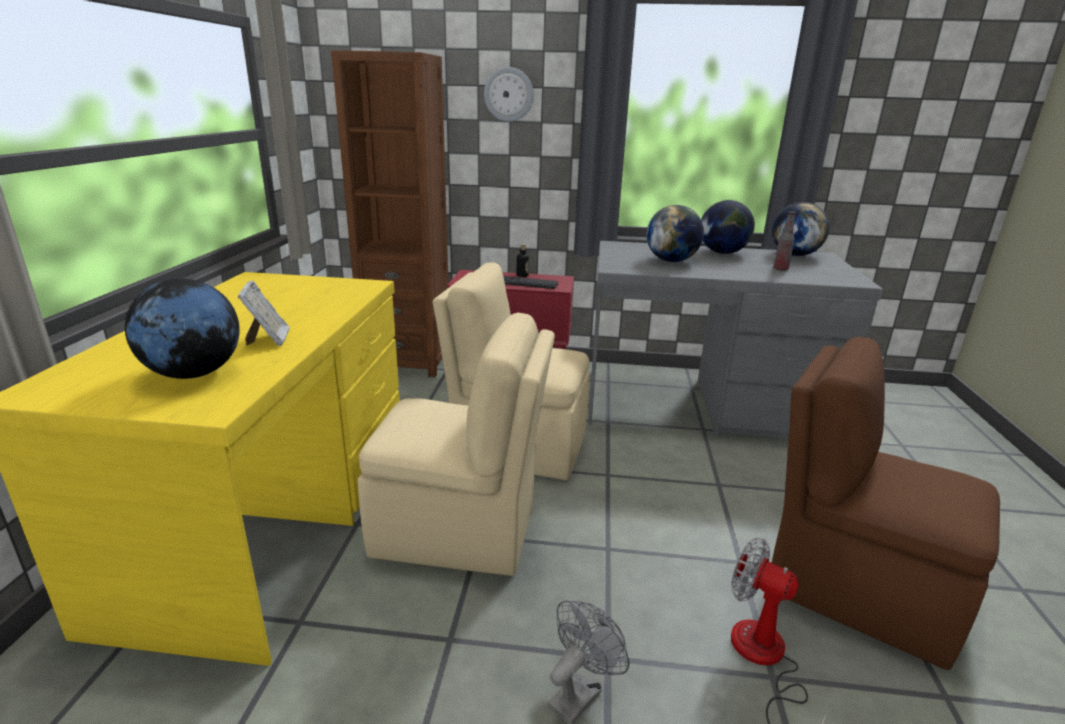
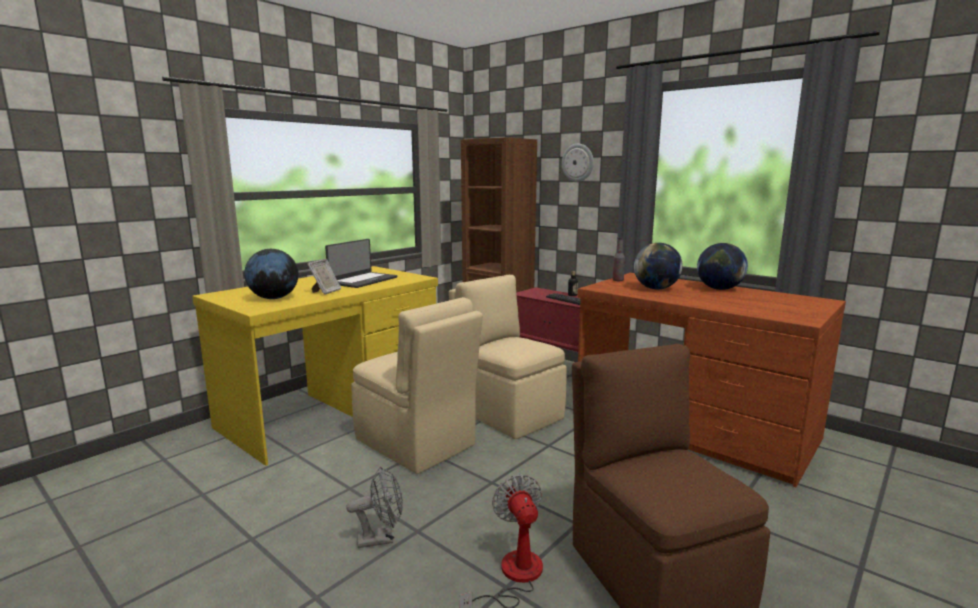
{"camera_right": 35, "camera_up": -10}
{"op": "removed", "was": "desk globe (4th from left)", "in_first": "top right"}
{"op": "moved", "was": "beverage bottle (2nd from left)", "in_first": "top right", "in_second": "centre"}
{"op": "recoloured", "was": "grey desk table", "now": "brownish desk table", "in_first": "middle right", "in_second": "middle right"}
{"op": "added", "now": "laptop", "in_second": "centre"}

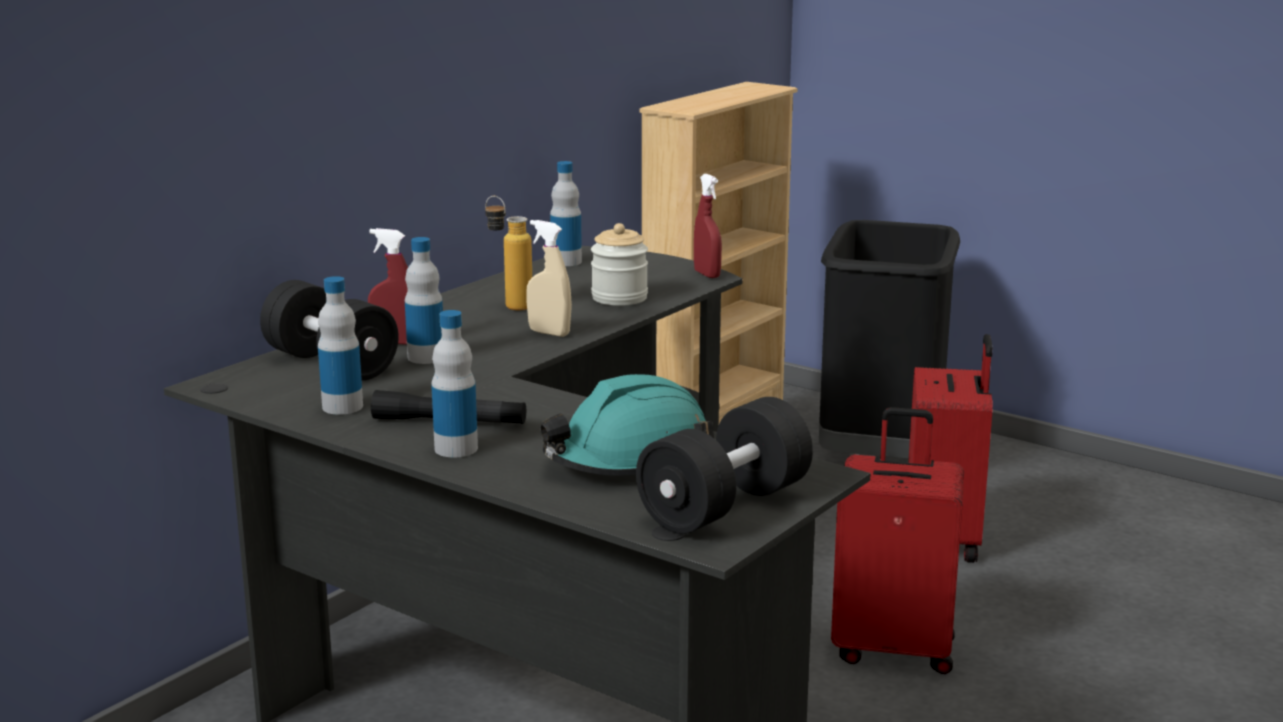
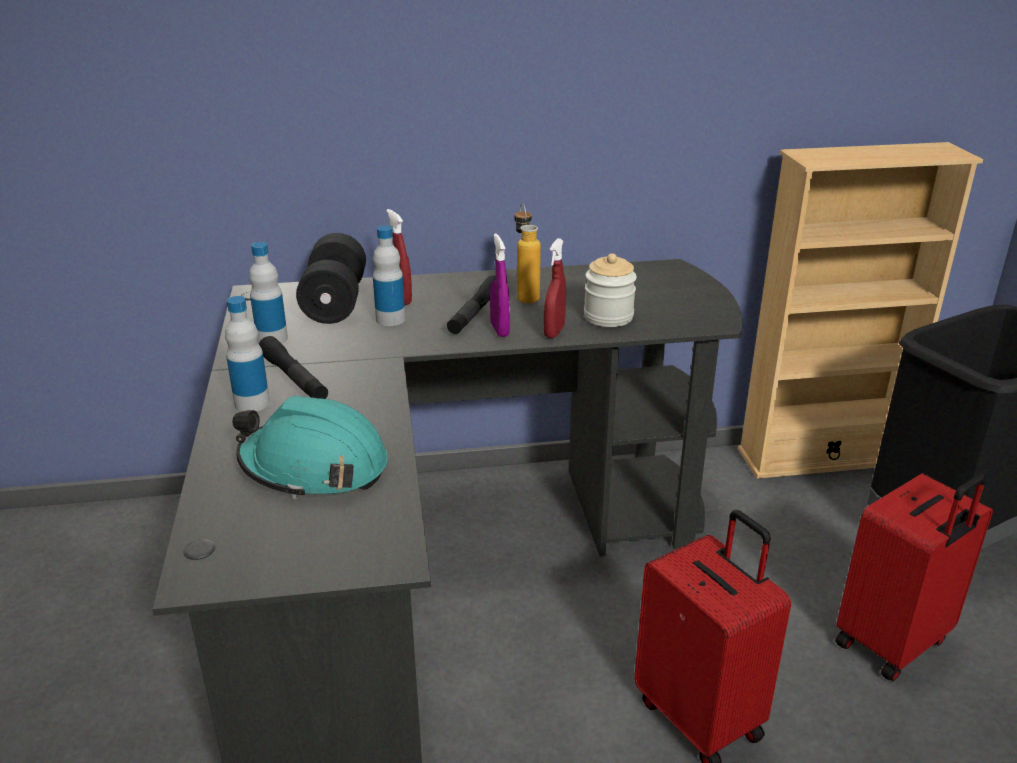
{"camera_right": 45, "camera_up": 10}
{"op": "removed", "was": "beverage bottle (5th from left)", "in_first": "top centre"}
{"op": "moved", "was": "red-coloured hand sprayer (2nd from left)", "in_first": "top centre", "in_second": "centre"}
{"op": "recoloured", "was": "beige hand sprayer", "now": "purplish hand sprayer", "in_first": "centre", "in_second": "centre"}
{"op": "removed", "was": "black-coloured dumbbell (2nd from left)", "in_first": "centre"}
{"op": "added", "now": "black-coloured flashlight (2nd from left)", "in_second": "centre"}

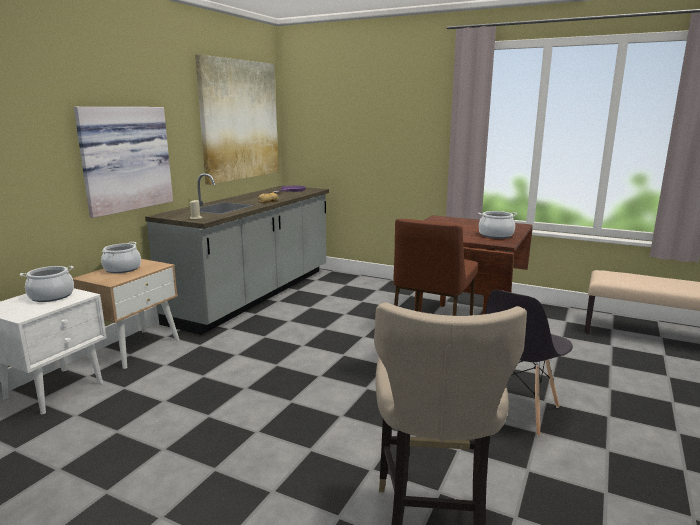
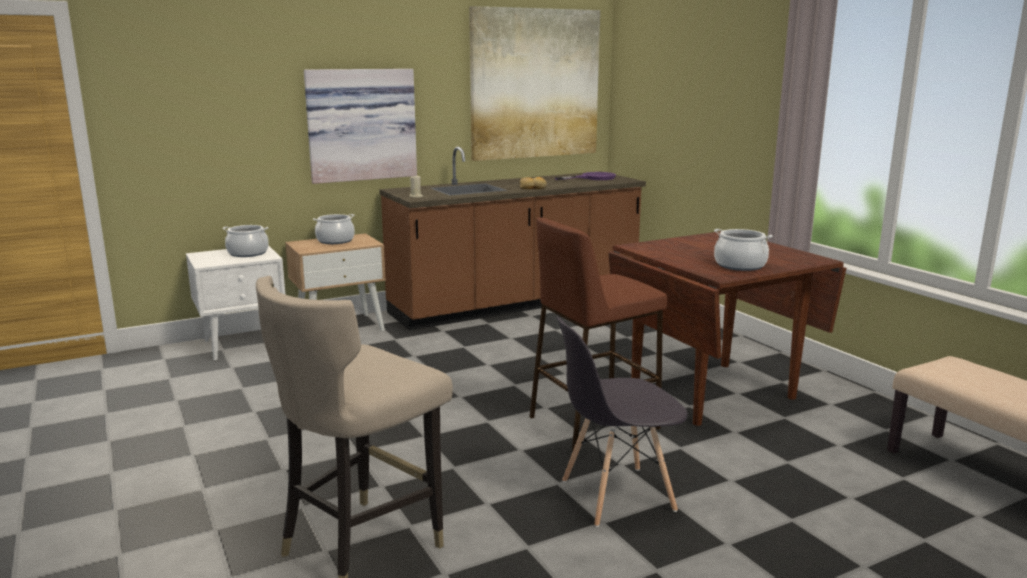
{"camera_right": 35, "camera_up": 0}
{"op": "recoloured", "was": "grey kitchen base unit", "now": "brownish kitchen base unit", "in_first": "centre", "in_second": "centre"}

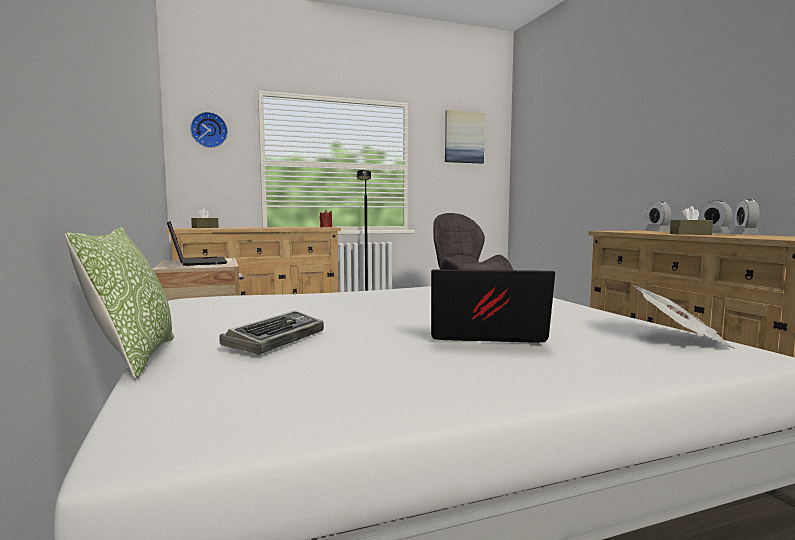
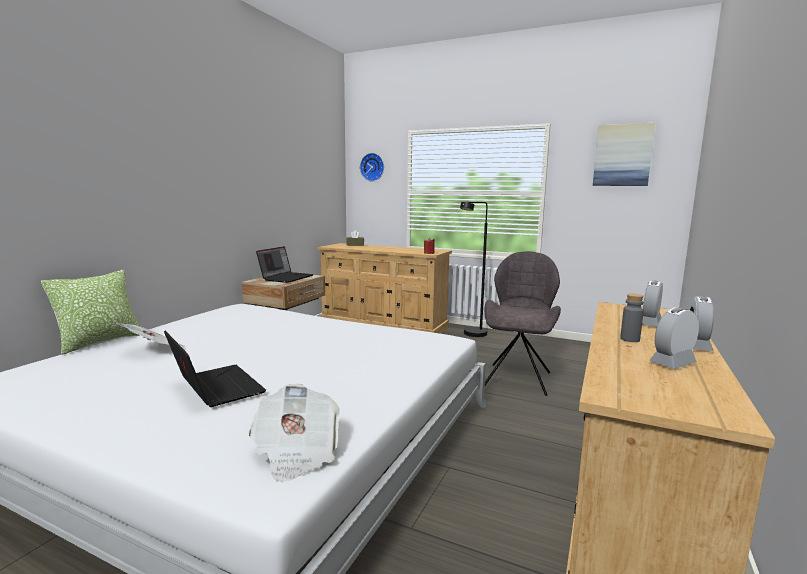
{"camera_right": 45, "camera_up": 5}
{"op": "replaced", "was": "brownish tissue holder (2nd from left)", "now": "grey beverage bottle", "in_first": "middle right", "in_second": "middle right"}
{"op": "replaced", "was": "keyboard", "now": "newspaper (1st from left)", "in_first": "centre", "in_second": "middle left"}

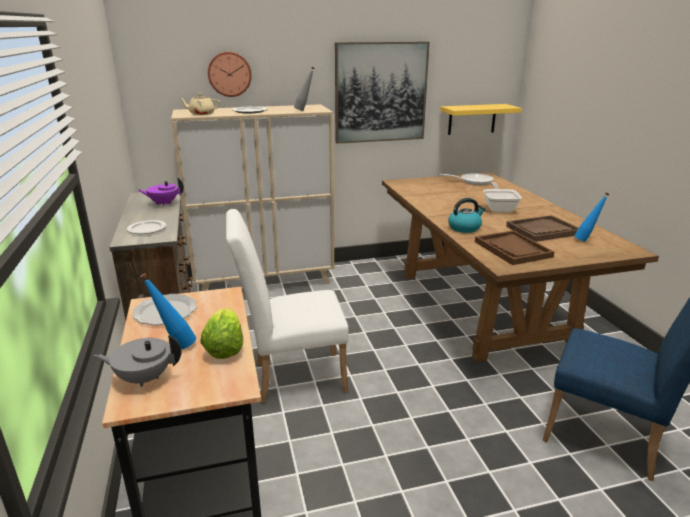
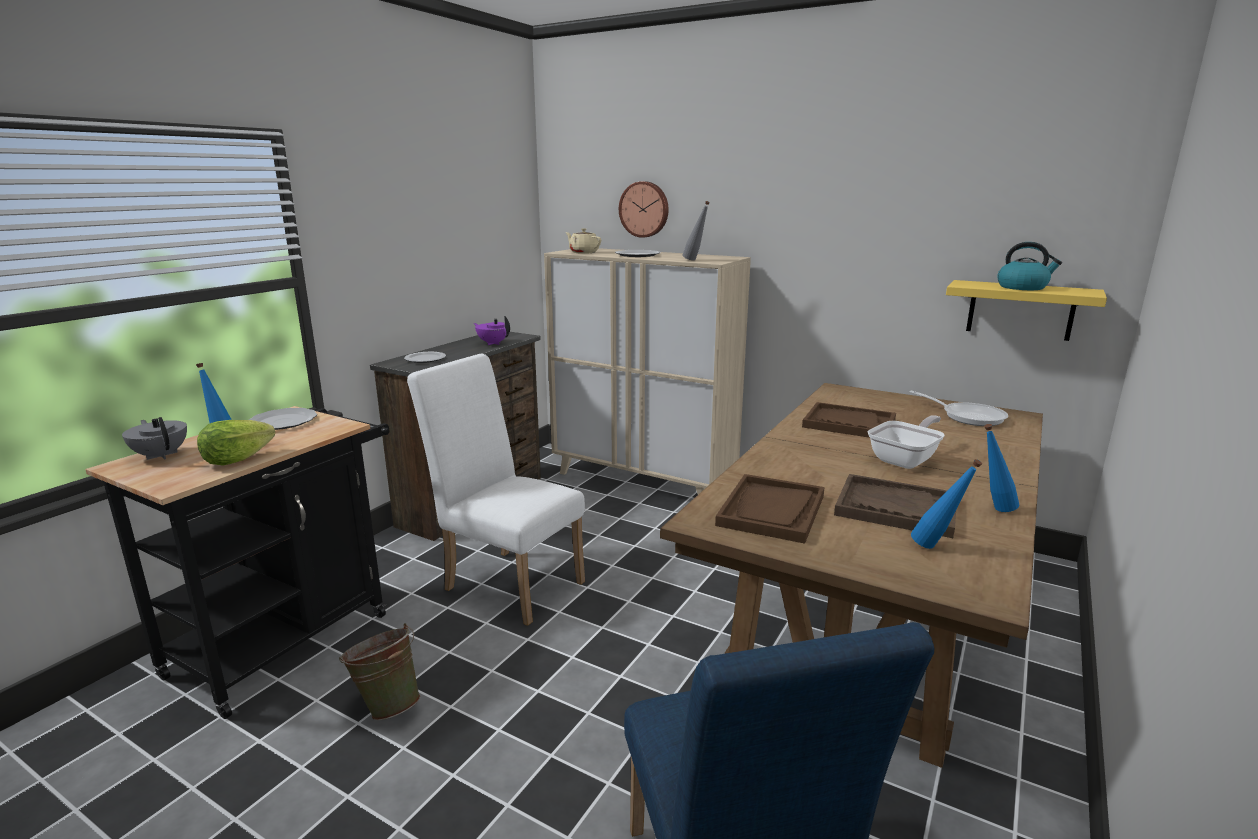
{"camera_right": 45, "camera_up": -5}
{"op": "removed", "was": "wall art", "in_first": "top centre"}
{"op": "moved", "was": "tea kettle", "in_first": "middle right", "in_second": "top right"}
{"op": "added", "now": "brownish carrying tray (2nd from left)", "in_second": "middle right"}
{"op": "added", "now": "blue-coloured beverage bottle (3rd from left)", "in_second": "middle right"}
{"op": "added", "now": "green pail", "in_second": "bottom left"}

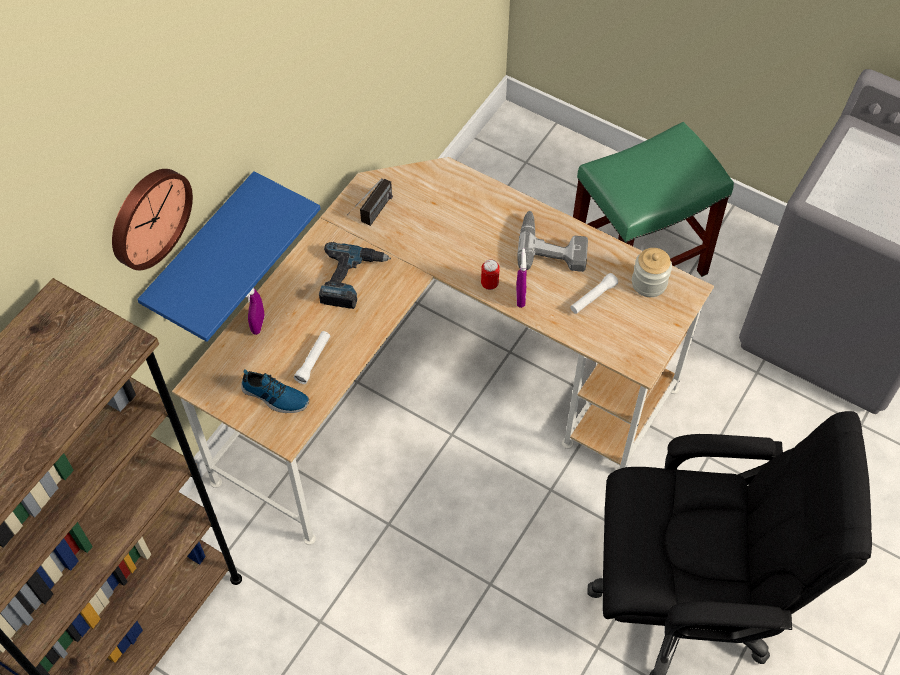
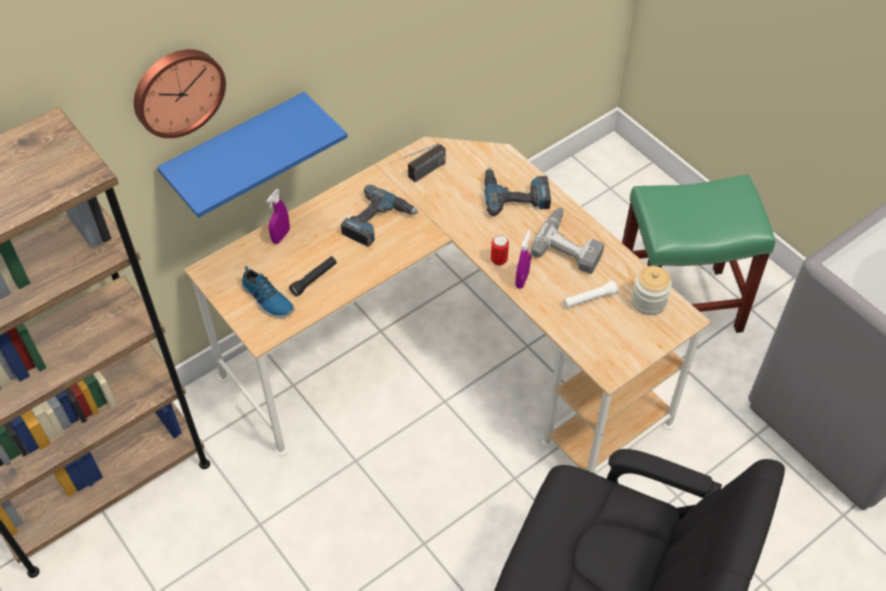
{"camera_right": 20, "camera_up": -5}
{"op": "recoloured", "was": "white-coloured flashlight (1st from left)", "now": "black-coloured flashlight", "in_first": "centre", "in_second": "centre"}
{"op": "added", "now": "power drill (2nd from left)", "in_second": "top centre"}

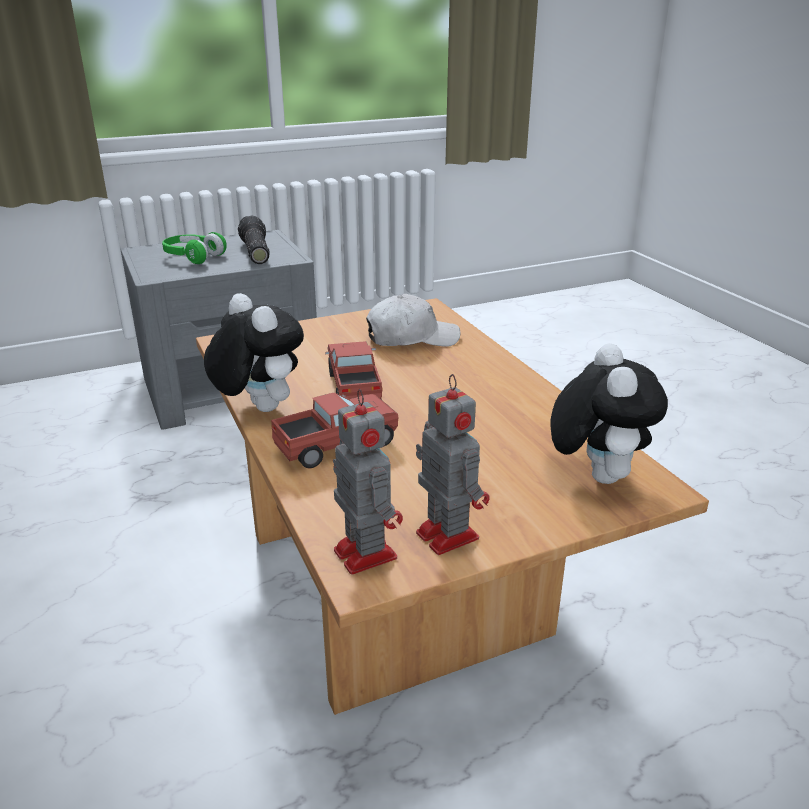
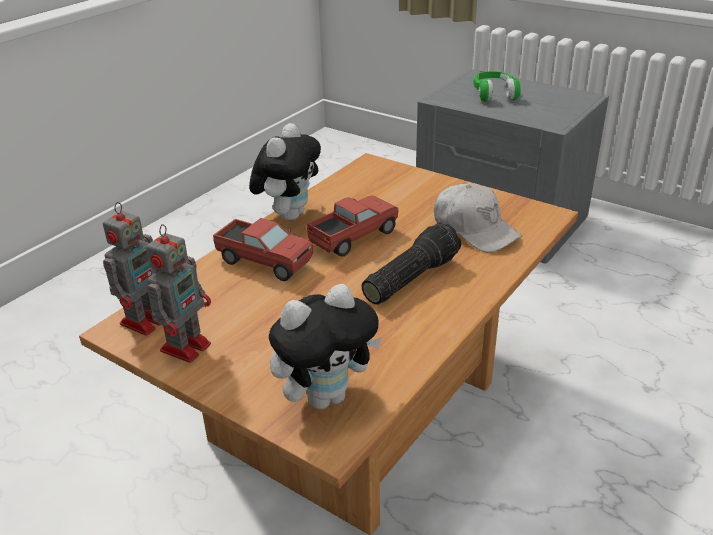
{"camera_right": 60, "camera_up": 5}
{"op": "moved", "was": "flashlight", "in_first": "top left", "in_second": "centre"}

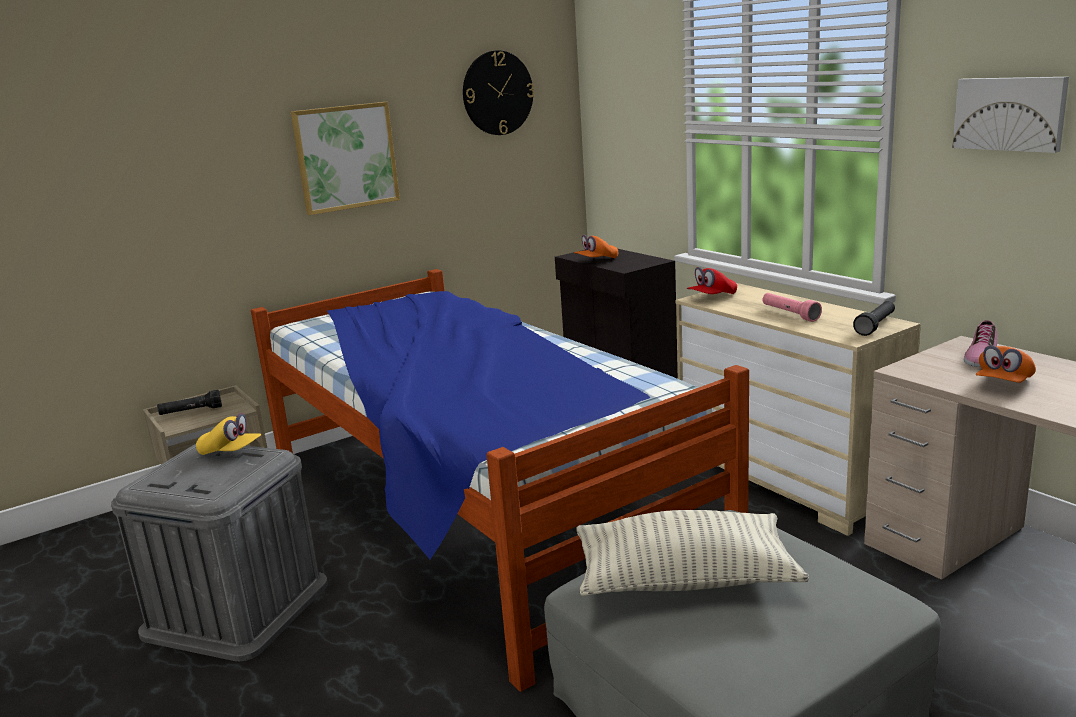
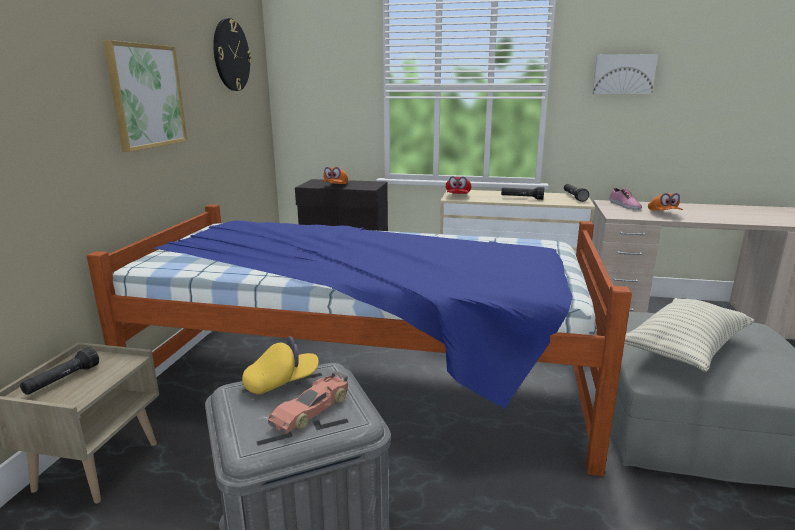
{"camera_right": -45, "camera_up": 0}
{"op": "recoloured", "was": "pink-coloured flashlight", "now": "black-coloured flashlight (2nd from left)", "in_first": "middle right", "in_second": "centre"}
{"op": "added", "now": "miniature car", "in_second": "bottom centre"}

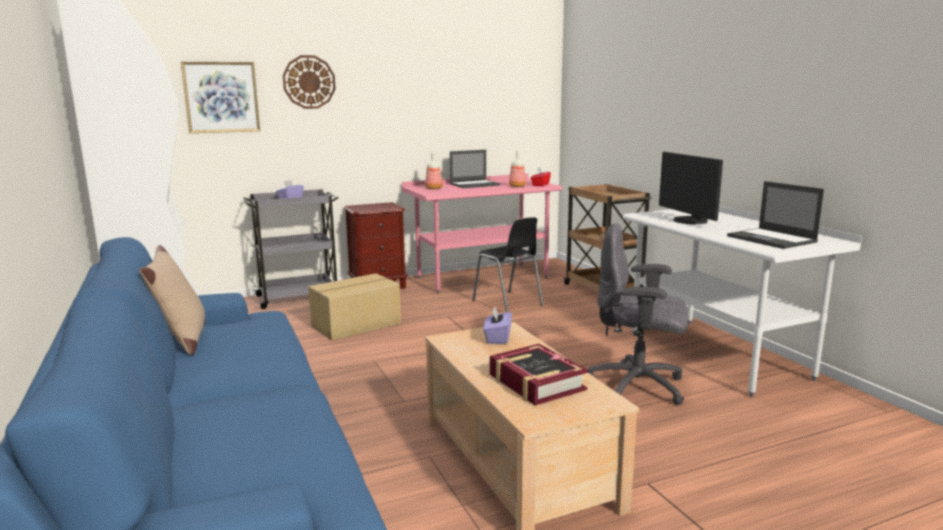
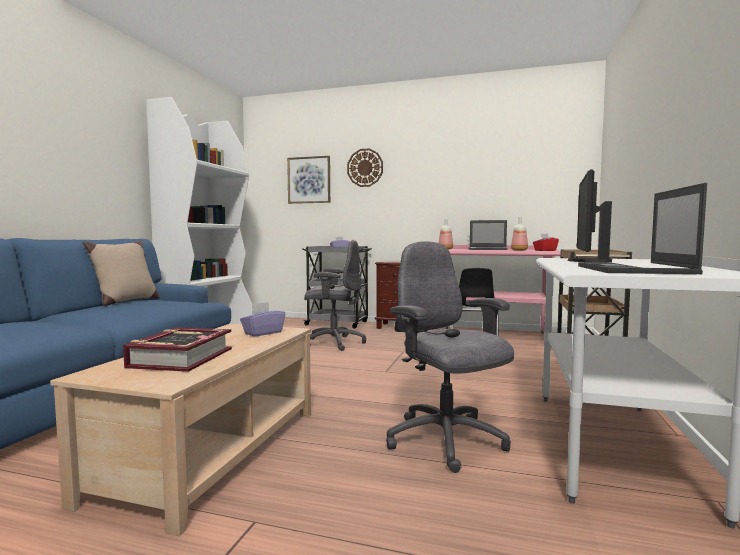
{"camera_right": 40, "camera_up": -10}
{"op": "replaced", "was": "cardboard box", "now": "grey computer chair (1st from left)", "in_first": "centre", "in_second": "centre"}

